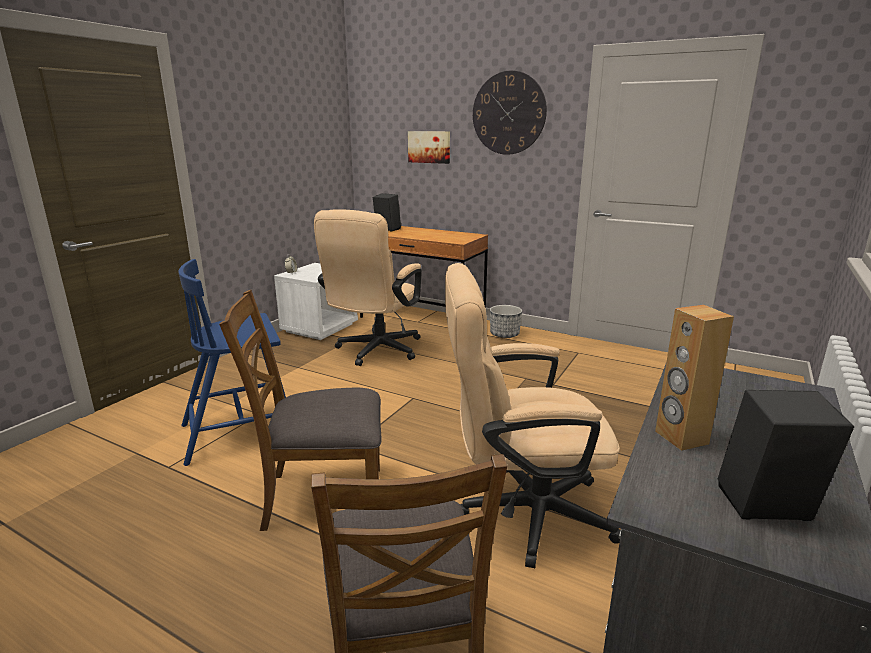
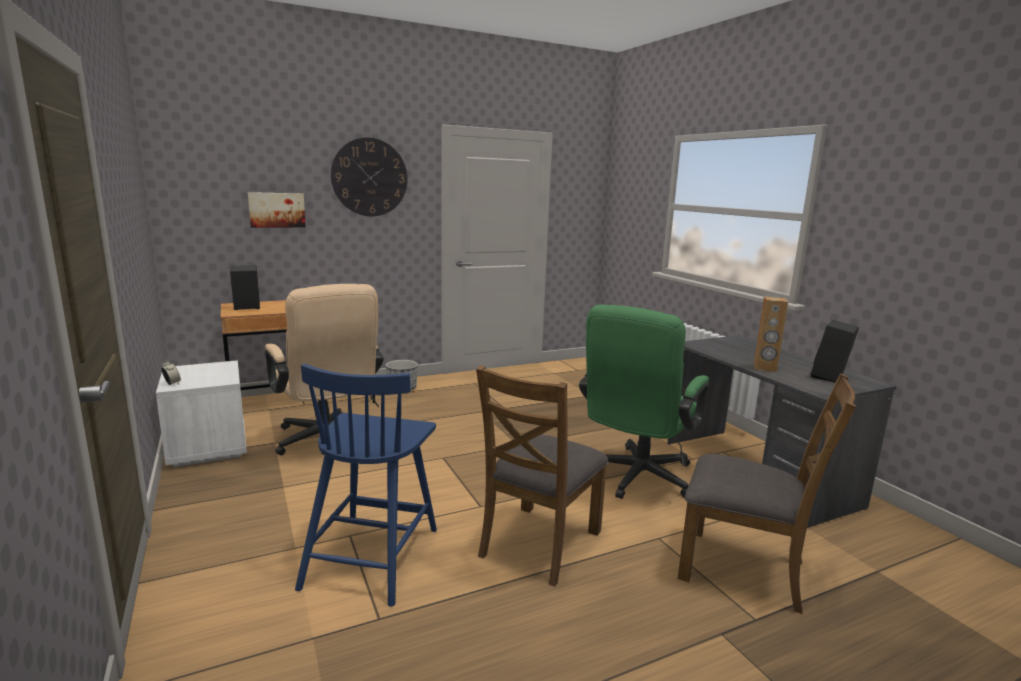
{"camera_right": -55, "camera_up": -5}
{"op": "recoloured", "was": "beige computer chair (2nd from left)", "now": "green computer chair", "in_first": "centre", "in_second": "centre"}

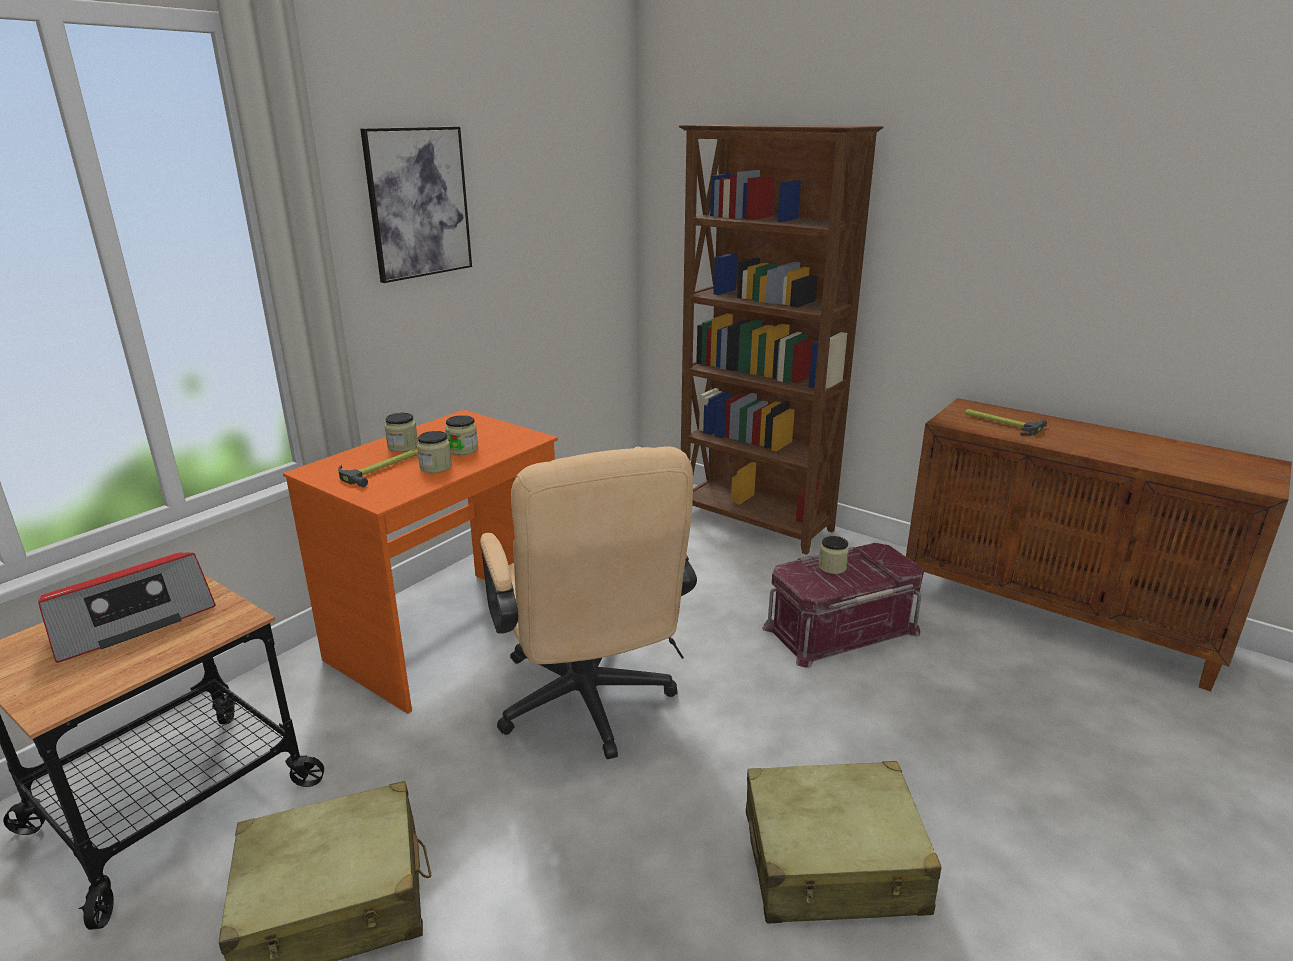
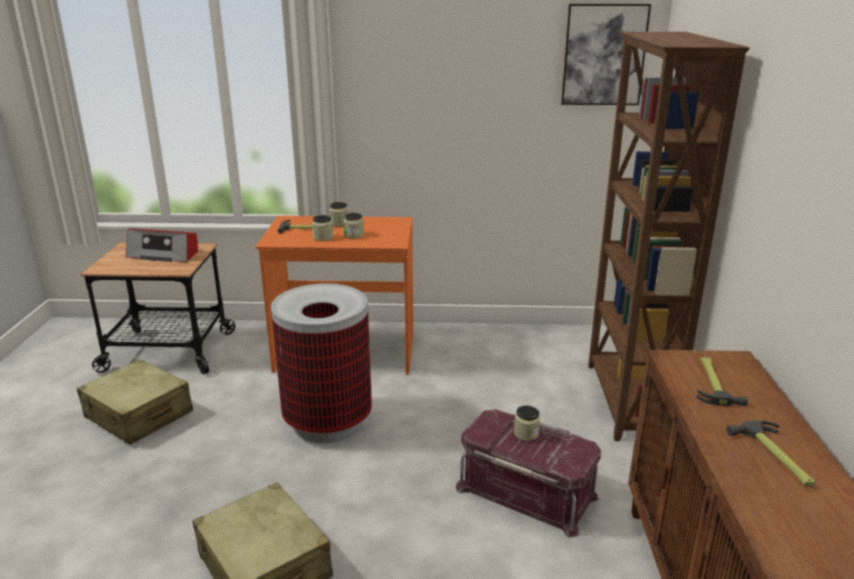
{"camera_right": 55, "camera_up": 0}
{"op": "moved", "was": "wall art", "in_first": "top left", "in_second": "top right"}
{"op": "replaced", "was": "beige computer chair", "now": "waste bin", "in_first": "centre", "in_second": "centre"}
{"op": "added", "now": "hammer (3rd from left)", "in_second": "bottom right"}

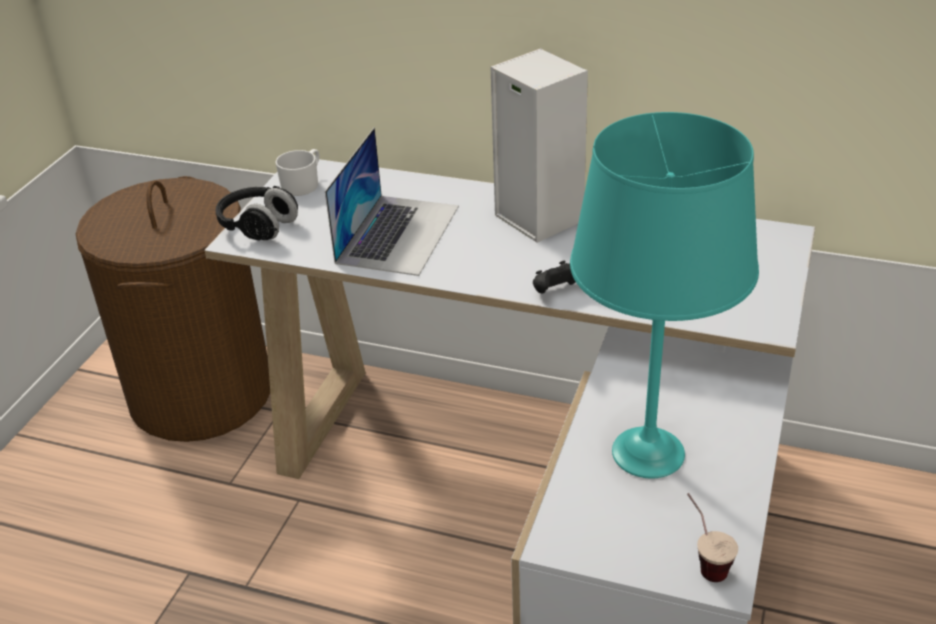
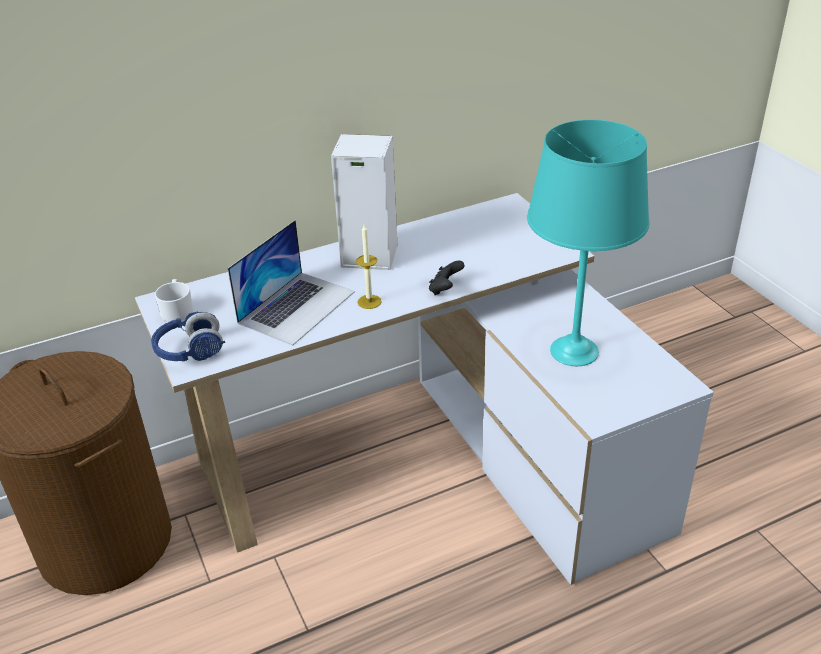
{"camera_right": -45, "camera_up": 0}
{"op": "turned", "was": "laptop", "in_first": "top centre", "in_second": "centre", "clockwise": 60}
{"op": "recoloured", "was": "black-coloured pair of headphones", "now": "blue-coloured pair of headphones", "in_first": "middle left", "in_second": "middle left"}
{"op": "removed", "was": "cup", "in_first": "bottom right"}
{"op": "added", "now": "wax light", "in_second": "centre"}

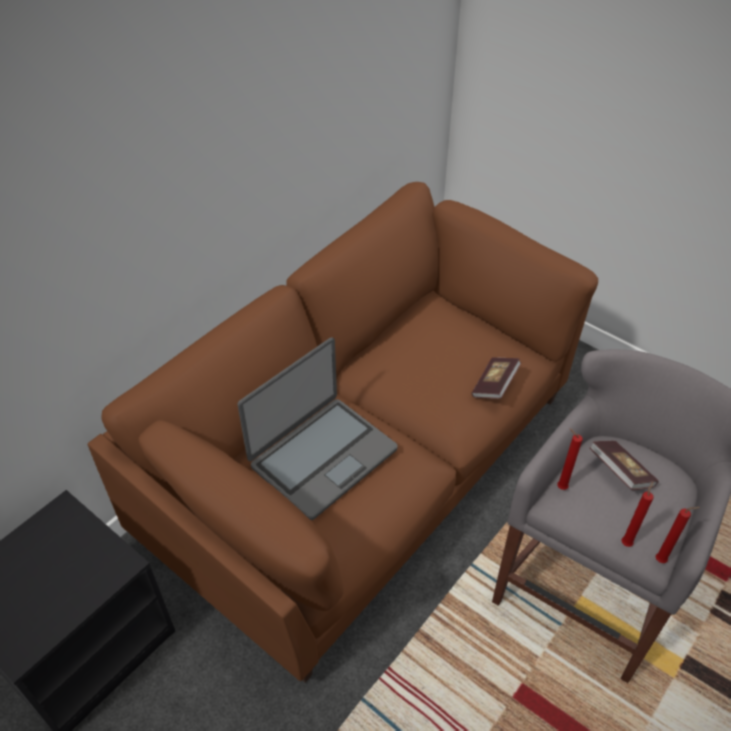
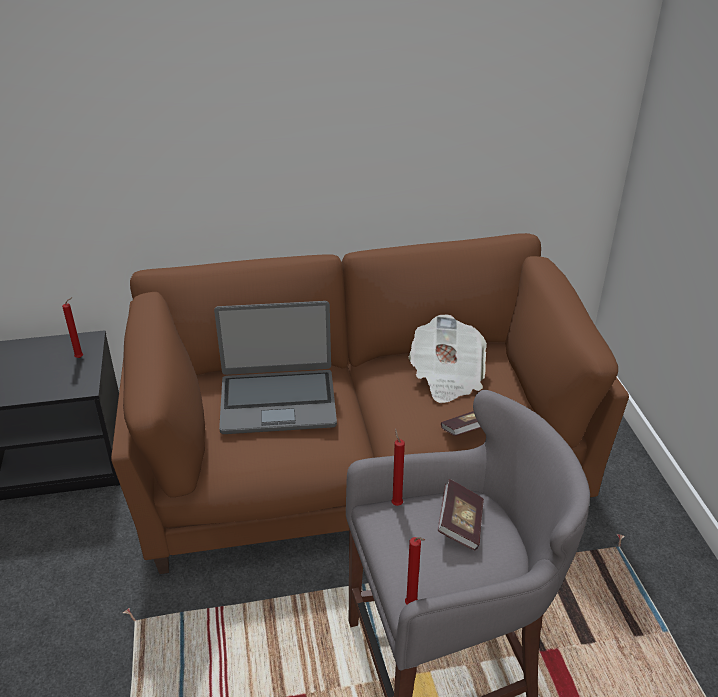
{"camera_right": 40, "camera_up": -10}
{"op": "moved", "was": "red-coloured wax light (2nd from left in the first image)", "now": "red-coloured wax light (1st from left)", "in_first": "bottom right", "in_second": "middle left"}
{"op": "added", "now": "newspaper", "in_second": "centre"}

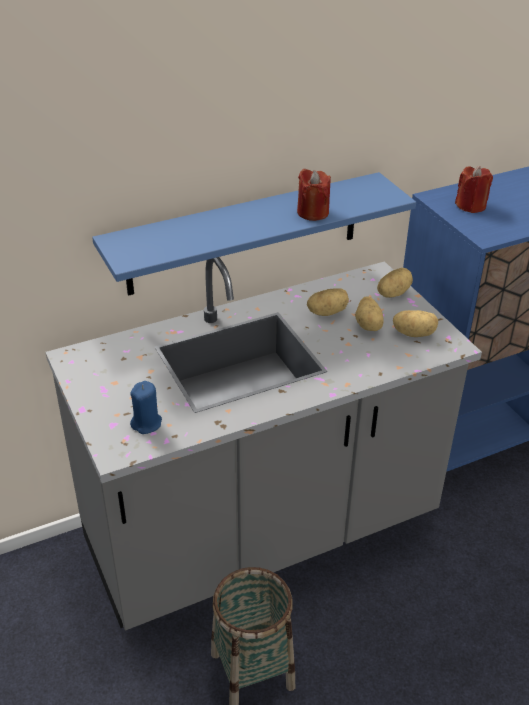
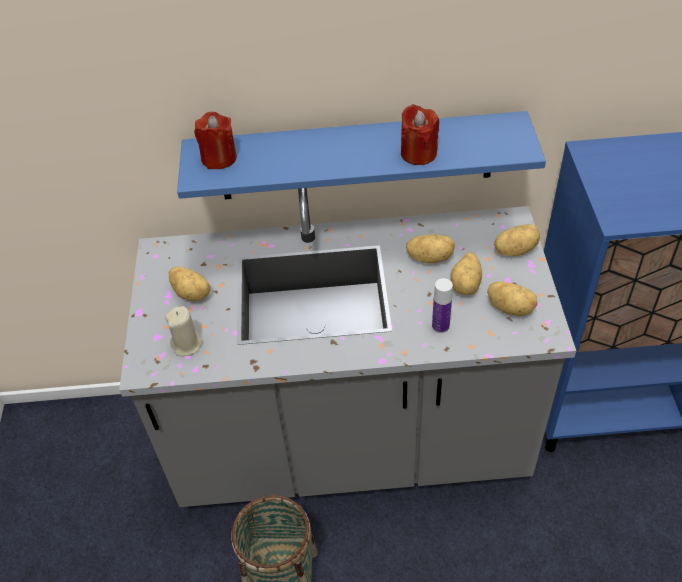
{"camera_right": 25, "camera_up": 10}
{"op": "moved", "was": "red-coloured wax light (2nd from left in the first image)", "now": "red-coloured wax light (1st from left)", "in_first": "top right", "in_second": "top left"}
{"op": "recoloured", "was": "blue-coloured wax light", "now": "beige wax light", "in_first": "middle left", "in_second": "middle left"}
{"op": "added", "now": "spud (1st from left)", "in_second": "middle left"}
{"op": "added", "now": "beverage bottle", "in_second": "centre"}

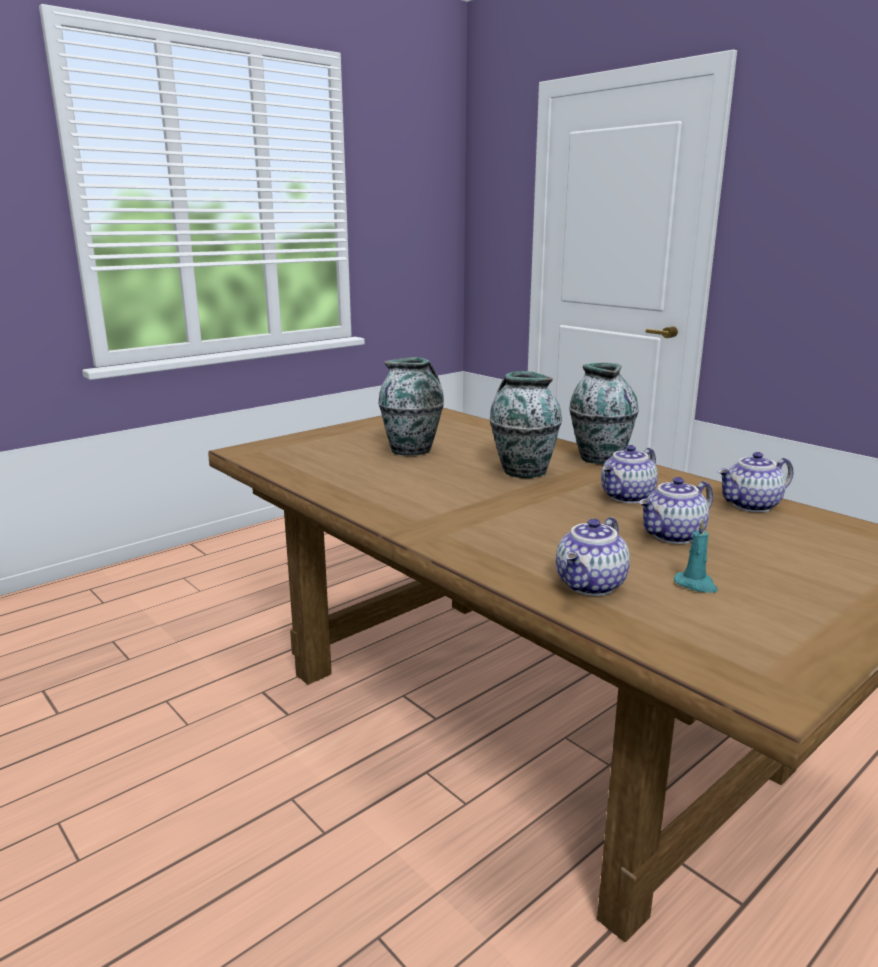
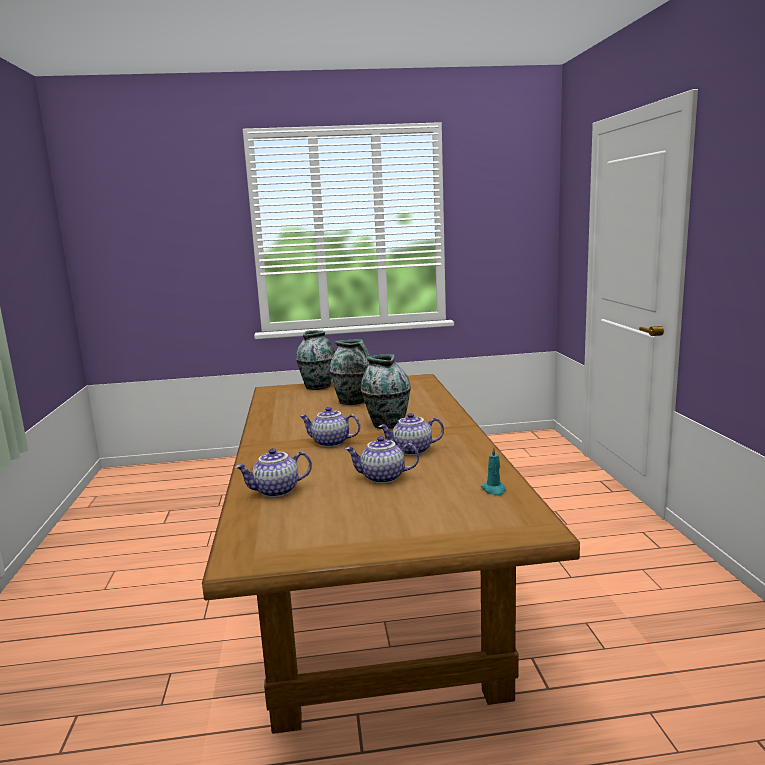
{"camera_right": 35, "camera_up": -5}
{"op": "moved", "was": "flower vase (3rd from left in the first image)", "now": "flower vase (1st from left)", "in_first": "middle right", "in_second": "centre"}
{"op": "moved", "was": "tea pot (4th from left in the first image)", "now": "tea pot (2nd from left)", "in_first": "middle right", "in_second": "centre"}
{"op": "moved", "was": "turquoise wax light", "in_first": "middle right", "in_second": "centre"}

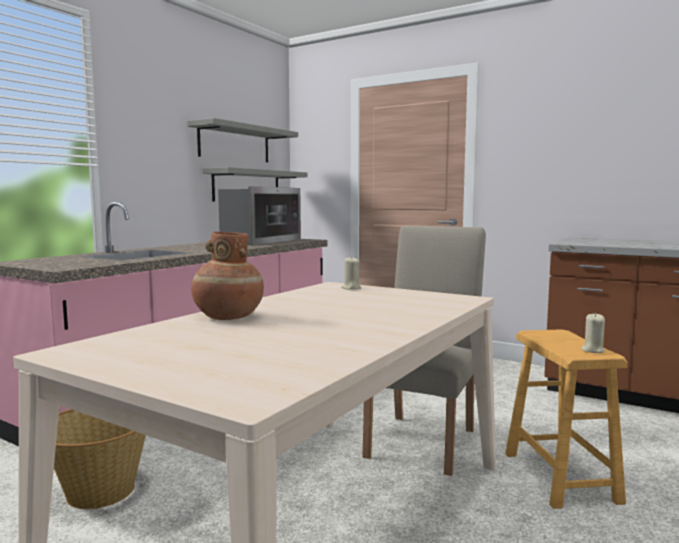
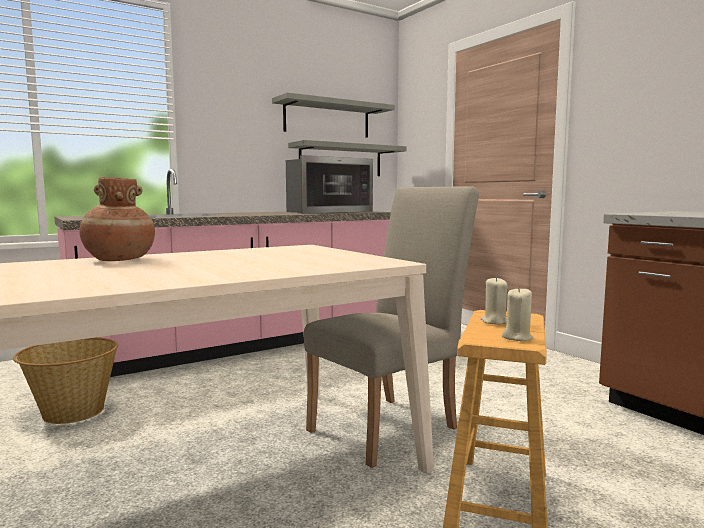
{"camera_right": 25, "camera_up": 0}
{"op": "moved", "was": "beige wax light (1st from left)", "in_first": "centre", "in_second": "middle right"}

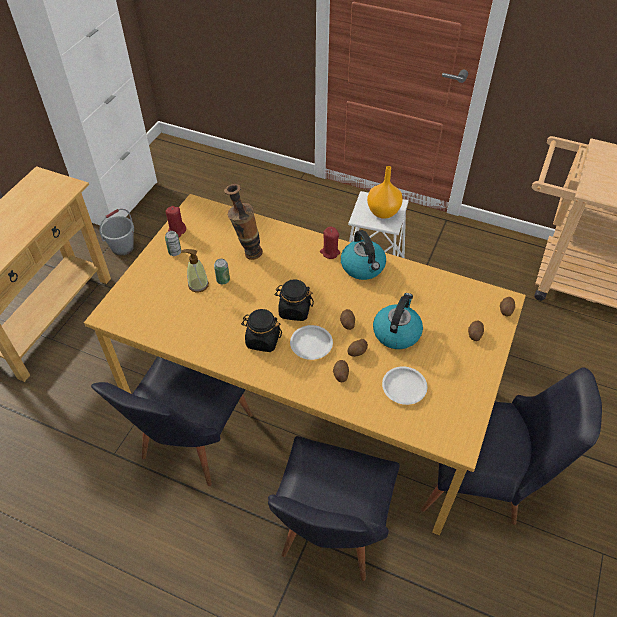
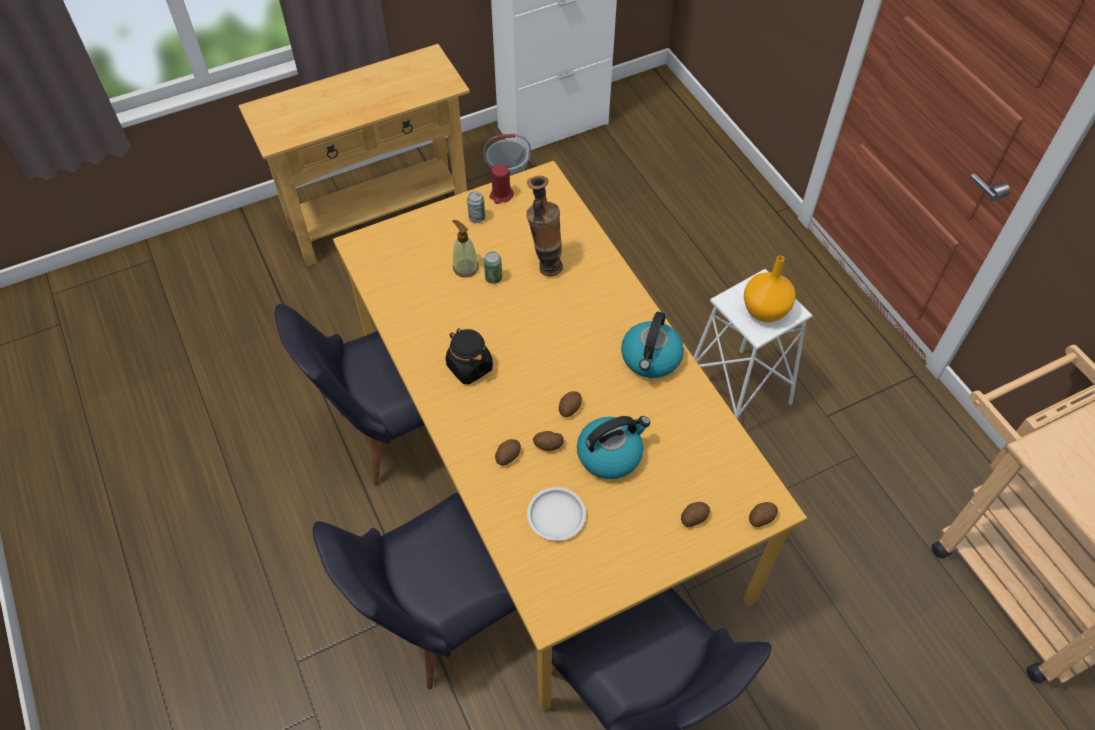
{"camera_right": 40, "camera_up": 5}
{"op": "removed", "was": "red-coloured wax light (2nd from left)", "in_first": "centre"}
{"op": "removed", "was": "black-coloured storage jar (2nd from left)", "in_first": "centre"}
{"op": "removed", "was": "white-coloured plate (1st from left)", "in_first": "centre"}

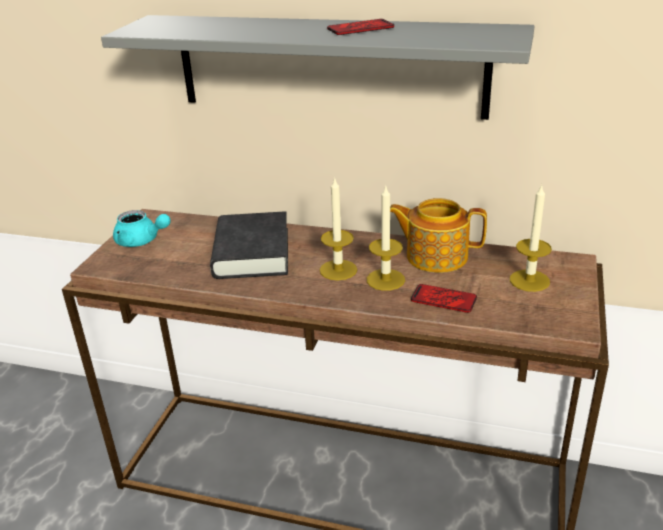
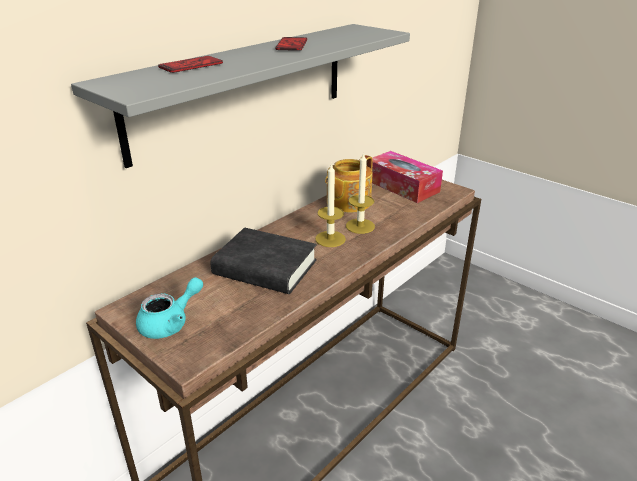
{"camera_right": -65, "camera_up": 0}
{"op": "replaced", "was": "wax light (3rd from left)", "now": "tissue holder", "in_first": "middle right", "in_second": "centre"}
{"op": "moved", "was": "handset (2nd from left in the first image)", "now": "handset (1st from left)", "in_first": "middle right", "in_second": "top left"}

